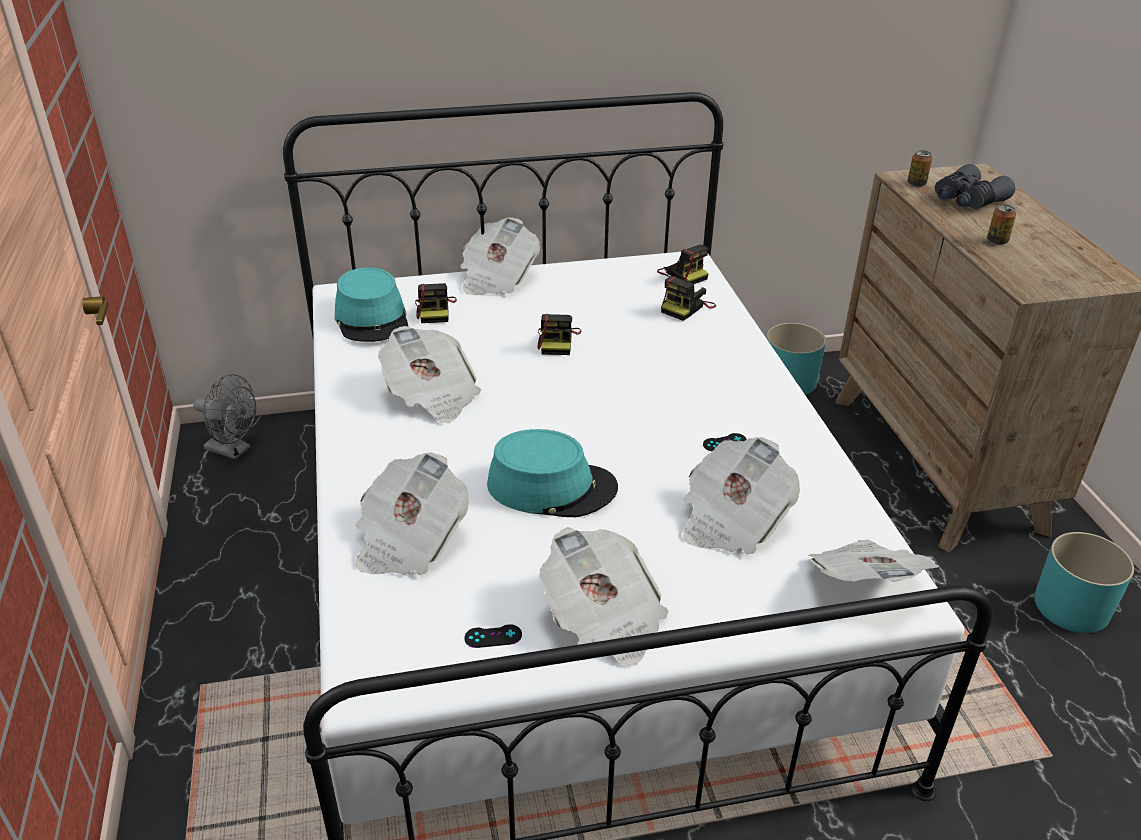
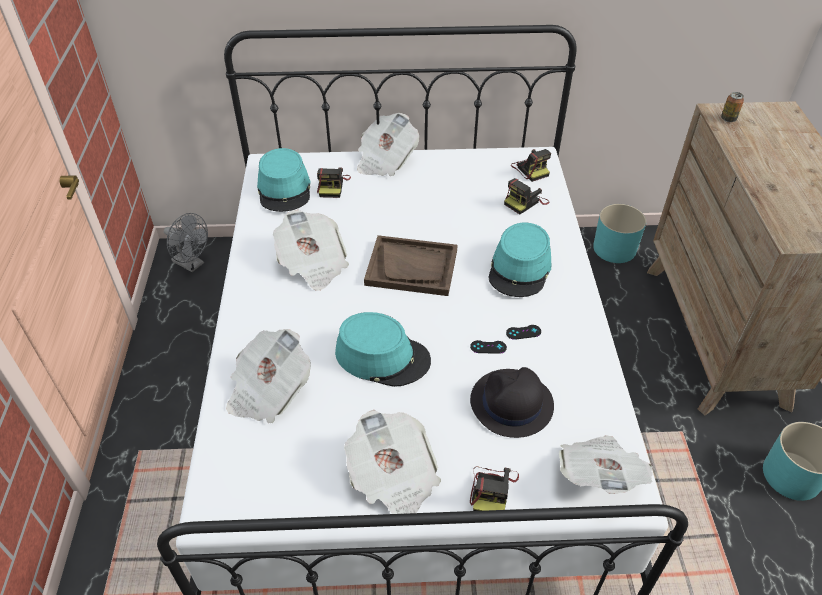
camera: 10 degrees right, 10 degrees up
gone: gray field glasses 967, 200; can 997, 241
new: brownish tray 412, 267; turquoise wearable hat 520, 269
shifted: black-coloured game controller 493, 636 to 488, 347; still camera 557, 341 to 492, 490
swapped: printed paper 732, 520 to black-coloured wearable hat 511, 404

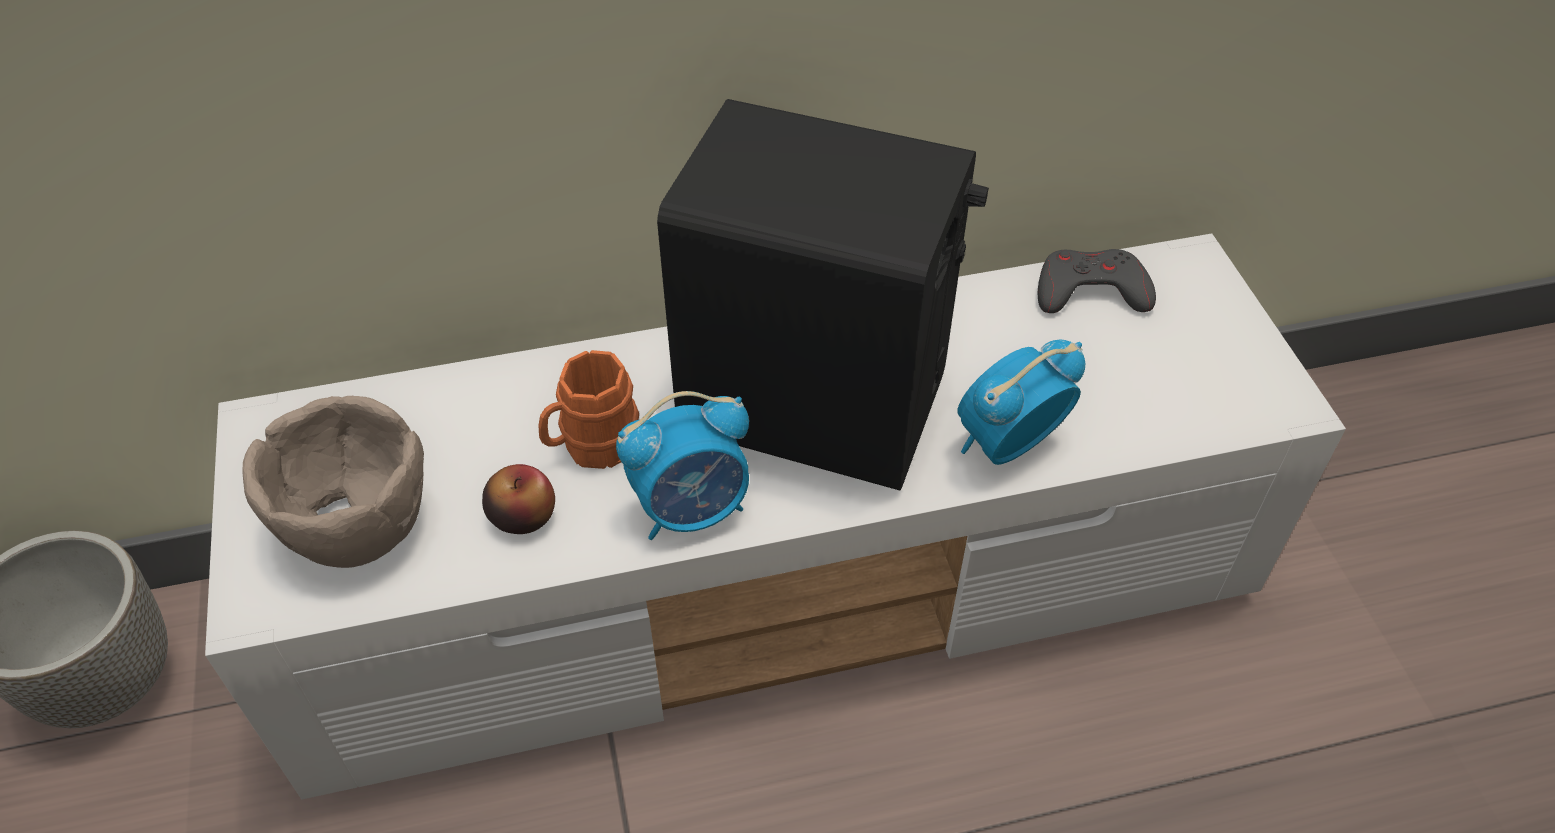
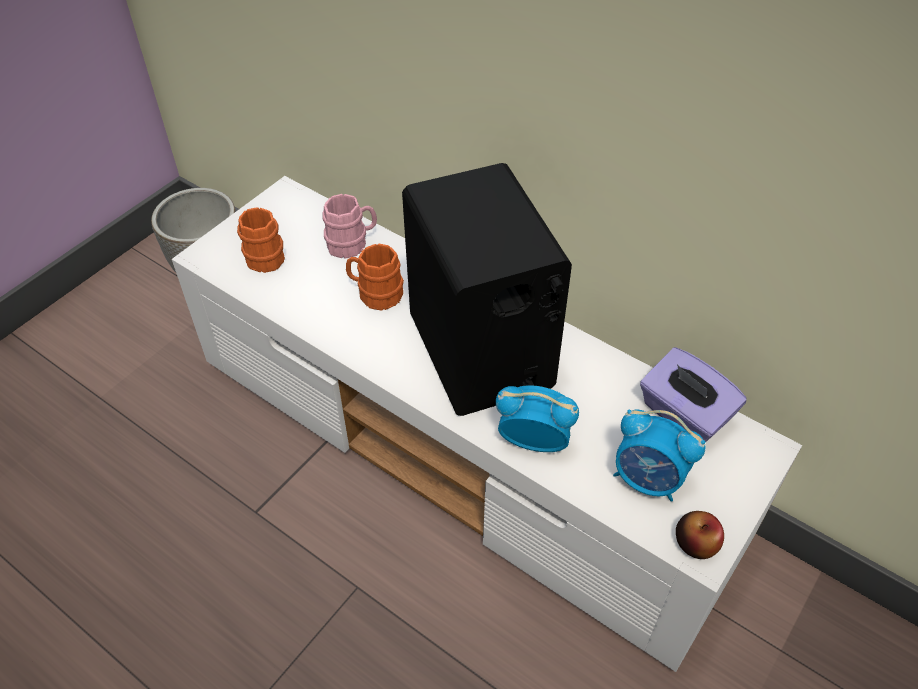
camera: 50 degrees right, 0 degrees up
new: pinkish tea mug 352, 243
shifted: table clock 692, 509 to 648, 479; apple 523, 515 to 696, 543
swapped: brownish serving bowl 355, 526 to orange-coloured tea mug 264, 254; gray game controller 1090, 291 to purplish tissue holder 684, 414

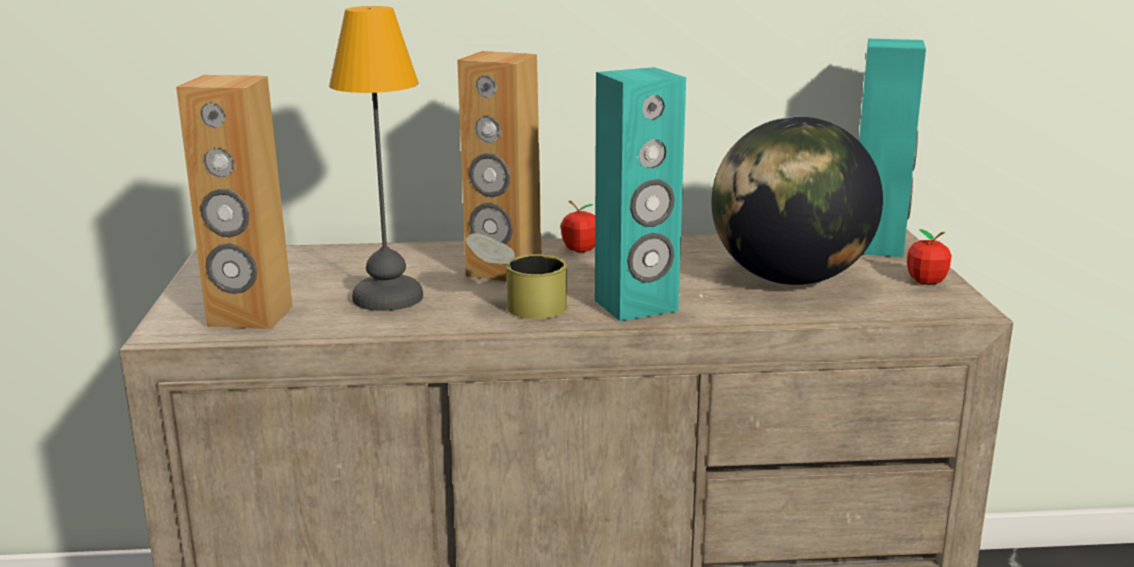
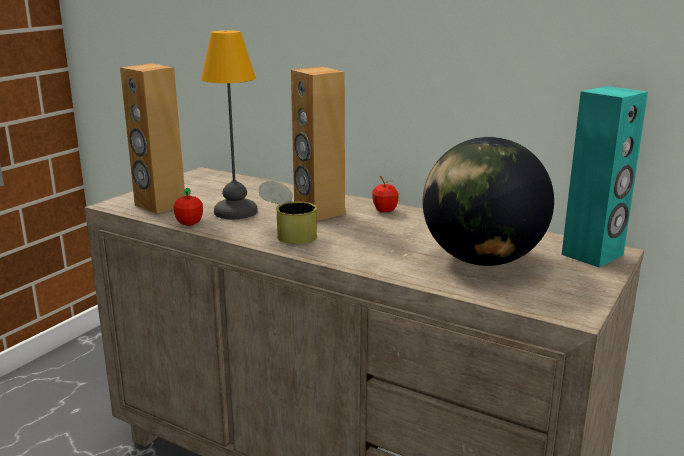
camera: 35 degrees right, 0 degrees up
gone: turquoise loudspeaker 636, 306
shifted: apple 926, 281 to 189, 223

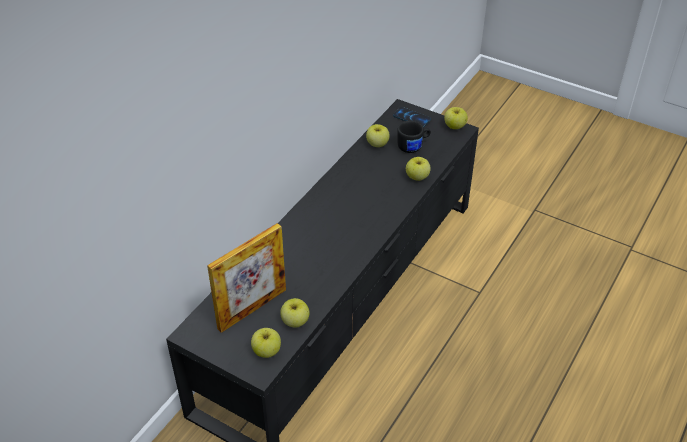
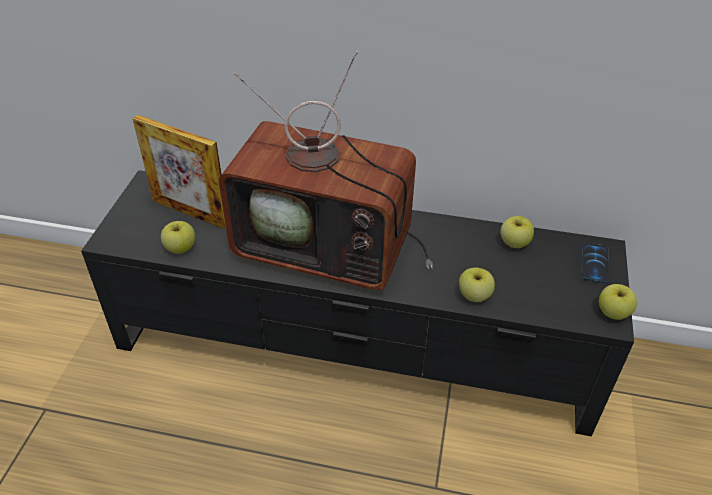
camera: 70 degrees right, 0 degrees up
gone: apple 267, 351; black-coloured tea mug 413, 146
new: TV set 329, 247

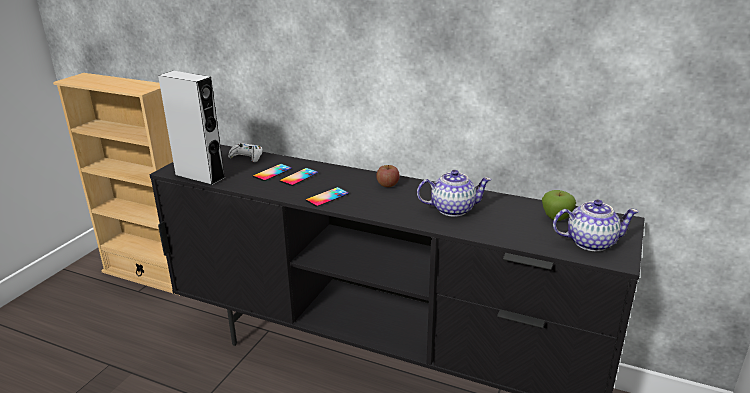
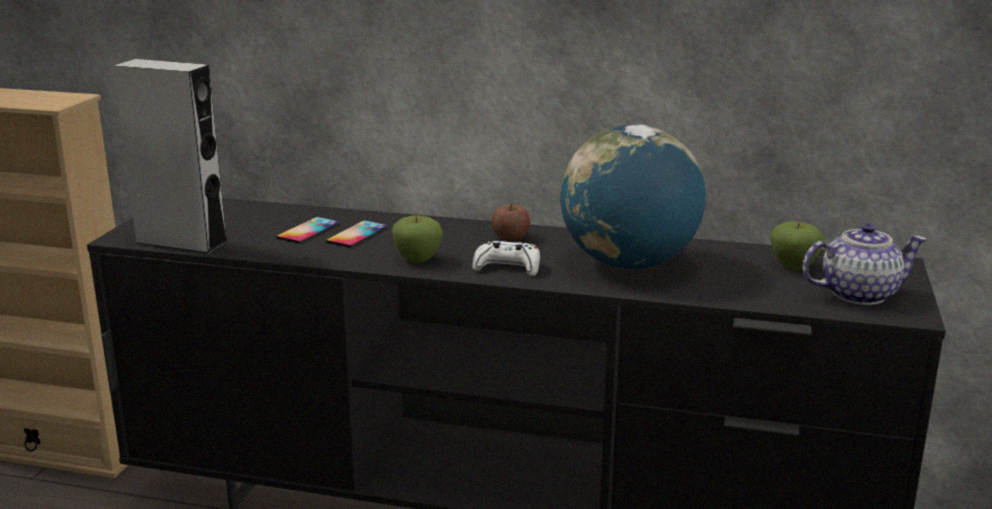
camera: 10 degrees left, 5 degrees down
shifted: white-coloured game controller 247, 157 to 507, 267
swapped: telephone 327, 197 to apple 418, 259; pot for tea 452, 209 to desk globe 629, 264

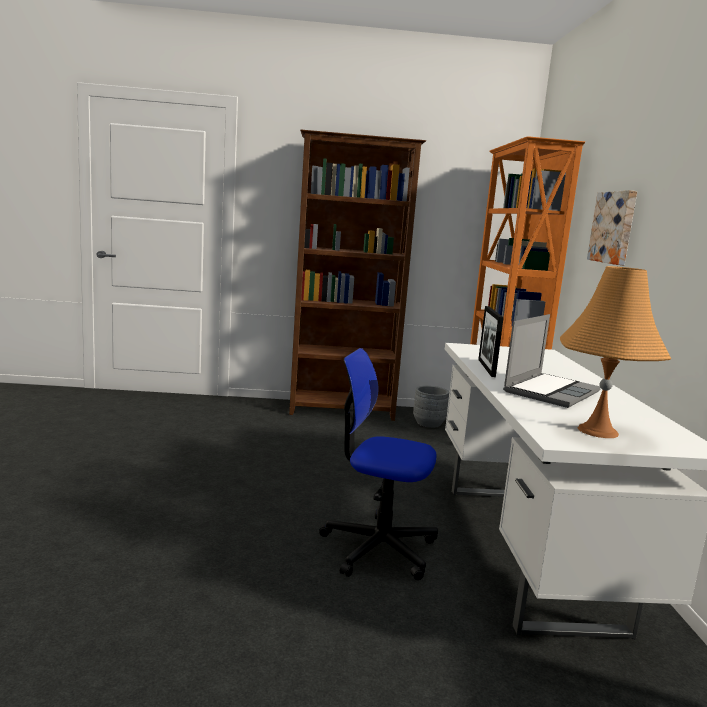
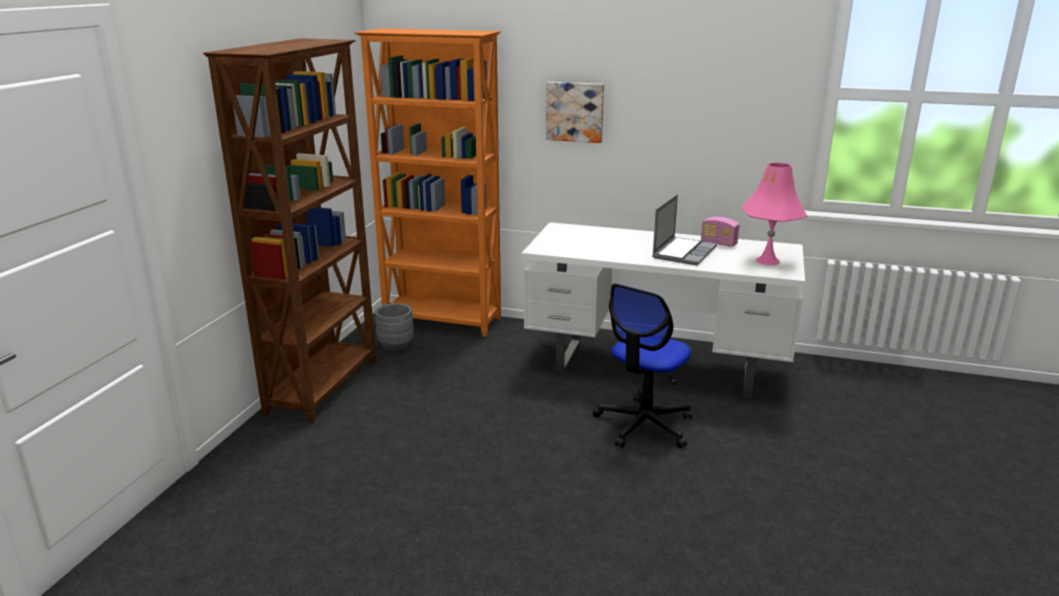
camera: 70 degrees left, 10 degrees up
gone: picture frame 486, 368
new: radio set 718, 243
repainted: orange-coloured lamp for a table 598, 431 to pinkish lamp for a table 767, 261
rotated: portable computer 550, 391 = 683, 252 60 degrees clockwise

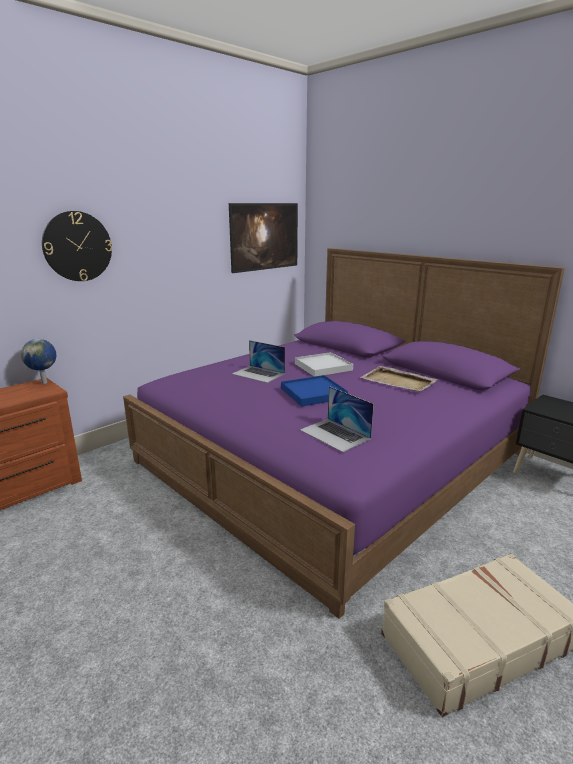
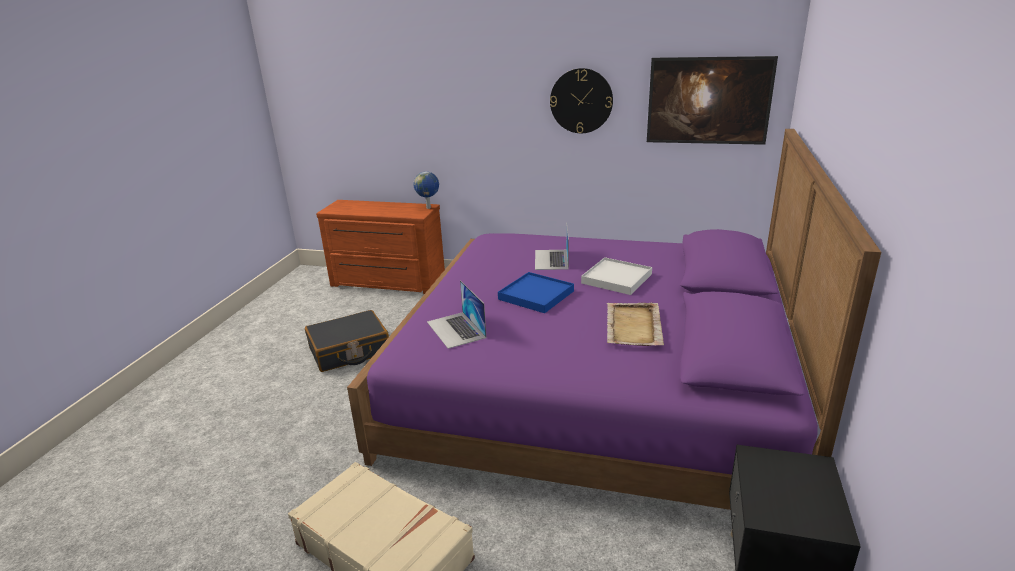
camera: 60 degrees right, 5 degrees up
new: black-coloured suitcase 349, 351
shifted: wall clock 77, 246 to 581, 101
rotated: portable computer 335, 434 = 456, 329 45 degrees counterclockwise

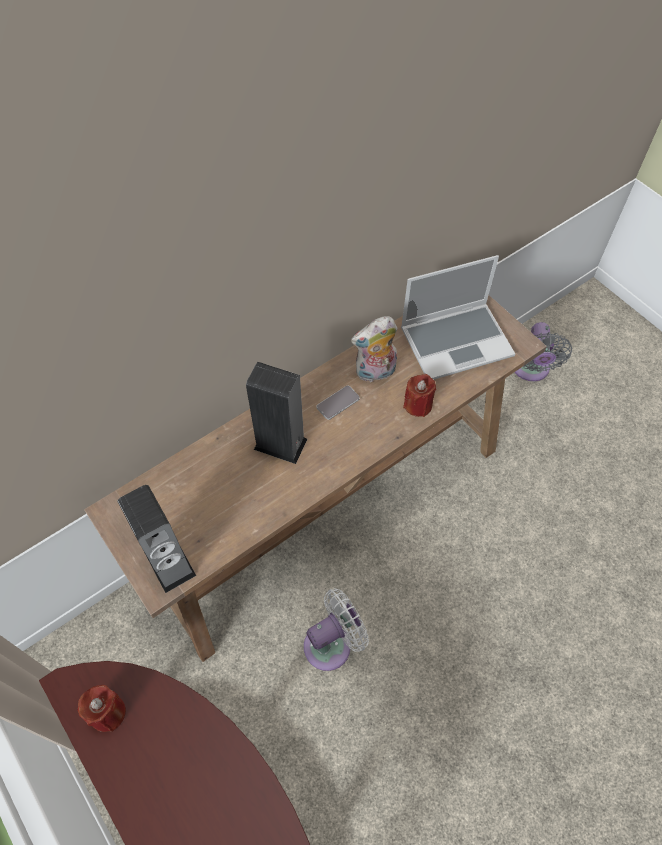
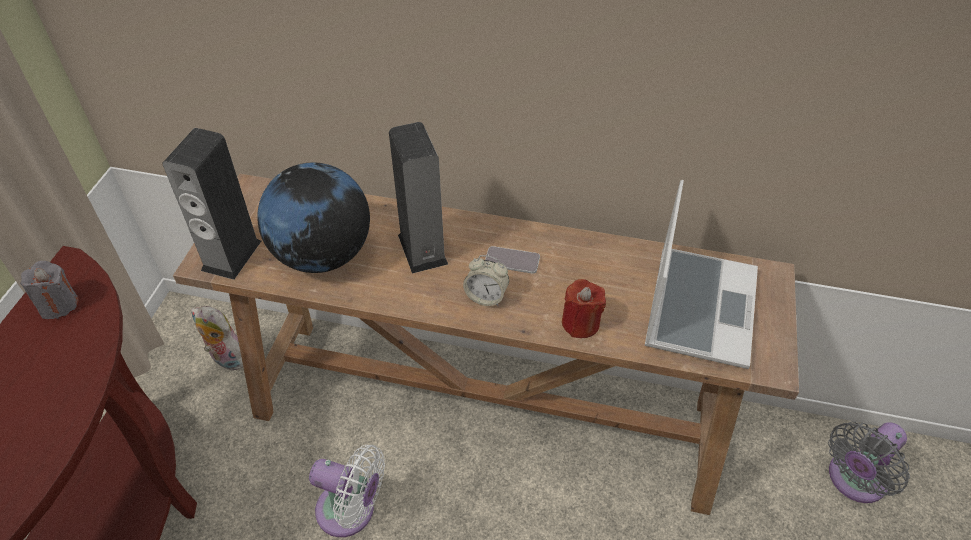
camera: 50 degrees right, 10 degrees down
new: desk globe 323, 254; table clock 486, 297
shifted: cuddly toy 375, 373 to 226, 359
repainted: reddish candle 108, 712 to gray candle 59, 305
rotated: portable computer 457, 341 = 698, 306 105 degrees counterclockwise

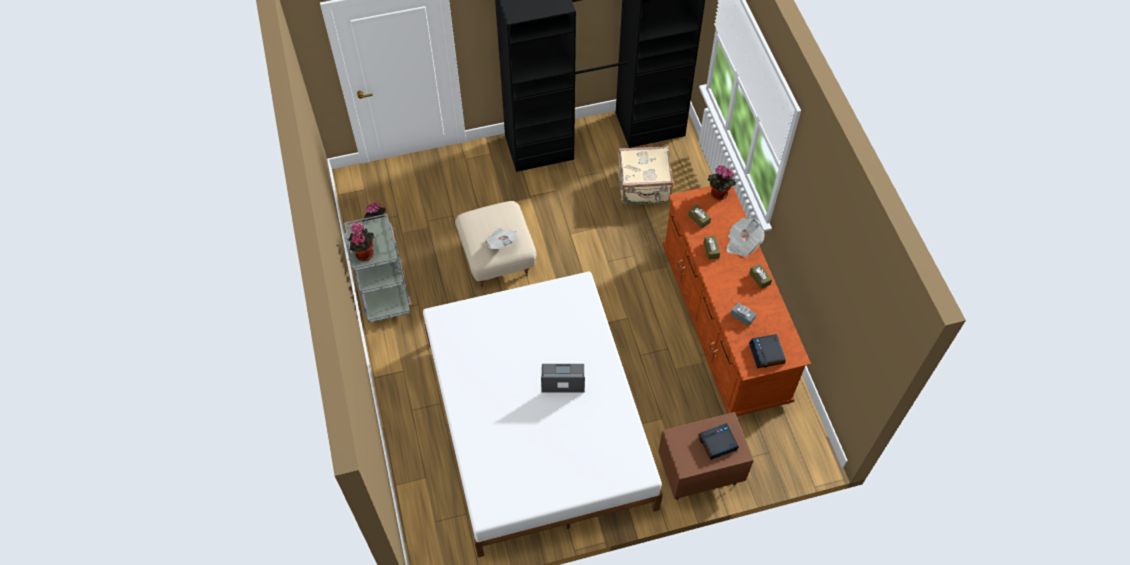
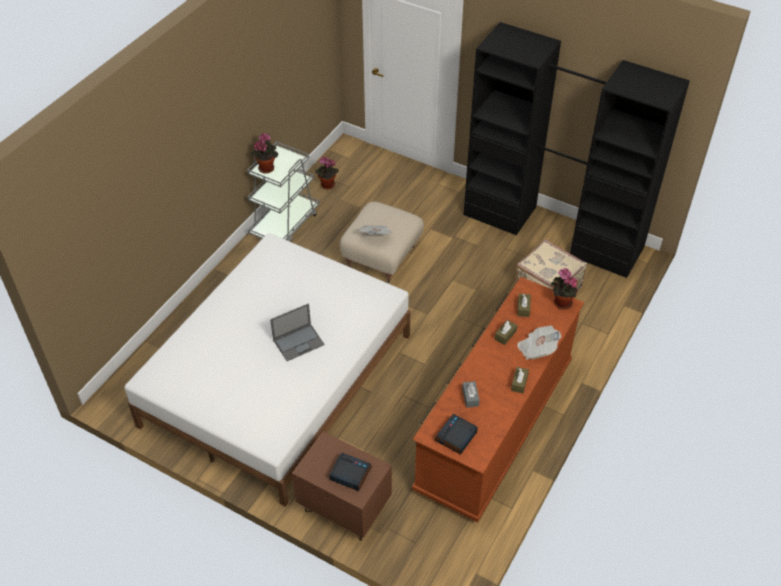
camera: 45 degrees right, 10 degrees down
rotated: portable computer 562, 378 = 299, 342 105 degrees clockwise

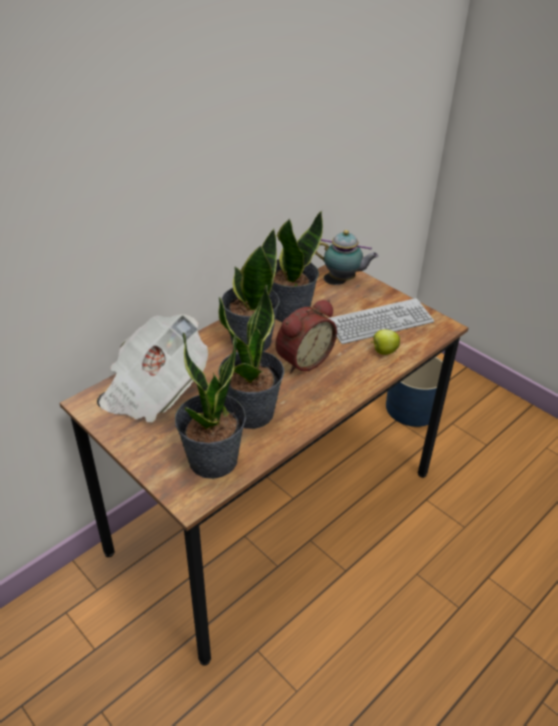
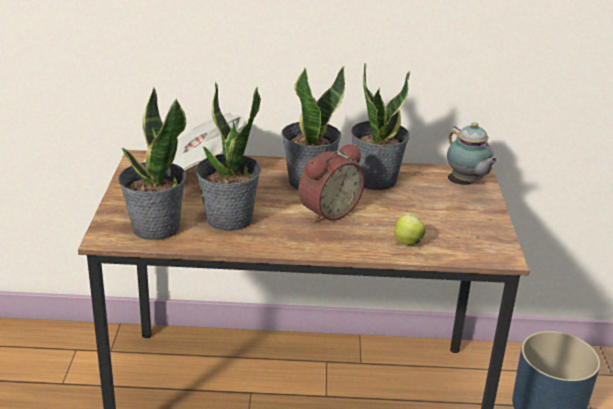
camera: 45 degrees right, 10 degrees down
gone: PC keyboard 380, 323
rotated: table clock 302, 359 = 327, 211 45 degrees counterclockwise

